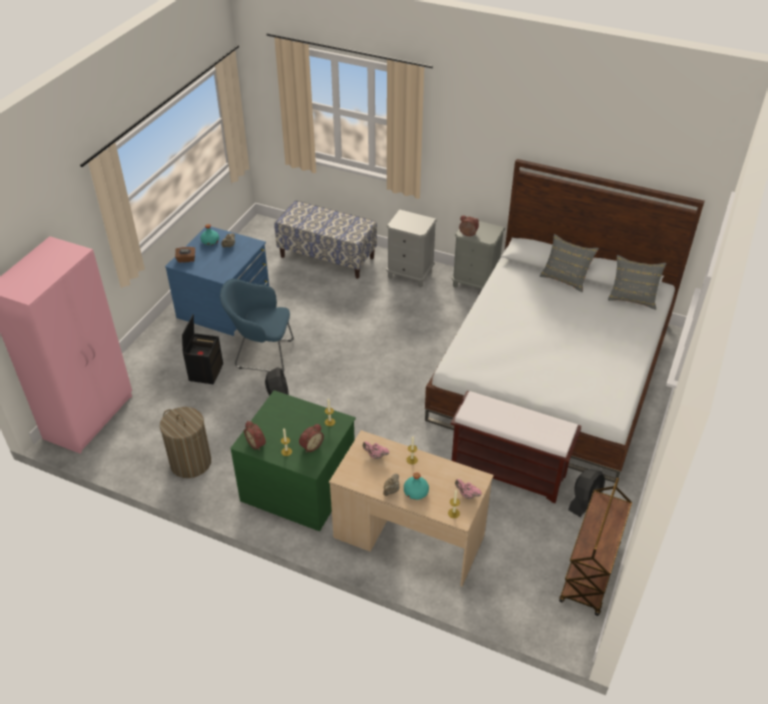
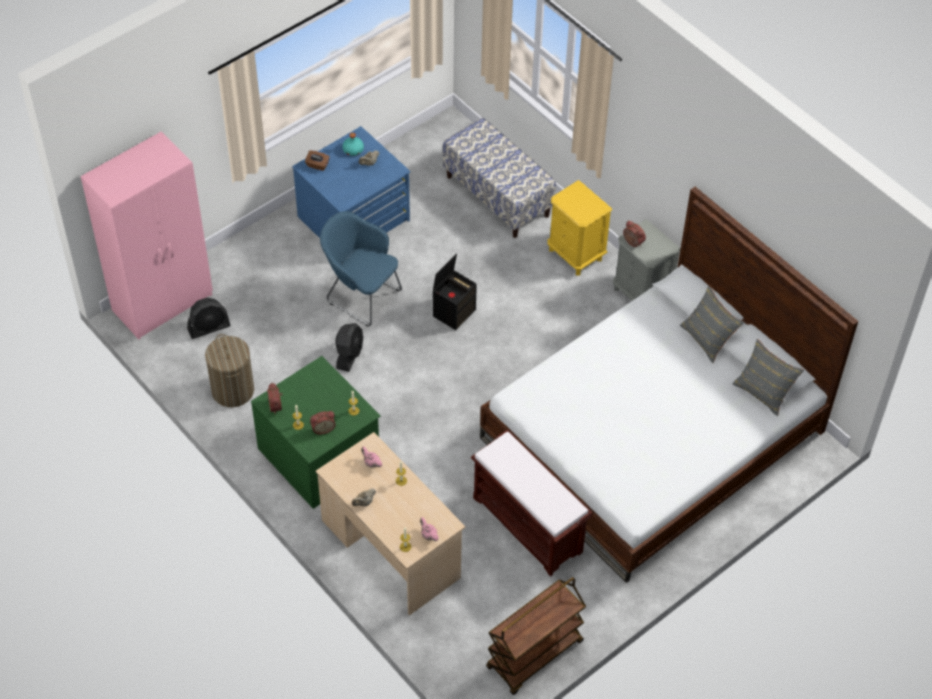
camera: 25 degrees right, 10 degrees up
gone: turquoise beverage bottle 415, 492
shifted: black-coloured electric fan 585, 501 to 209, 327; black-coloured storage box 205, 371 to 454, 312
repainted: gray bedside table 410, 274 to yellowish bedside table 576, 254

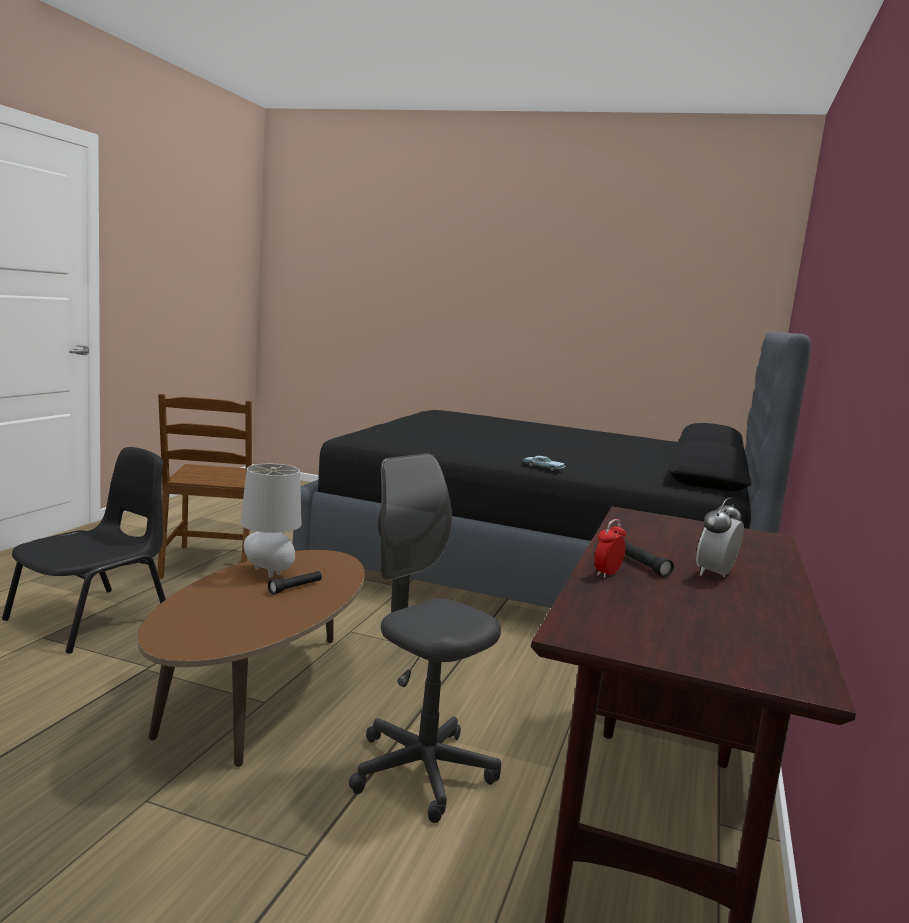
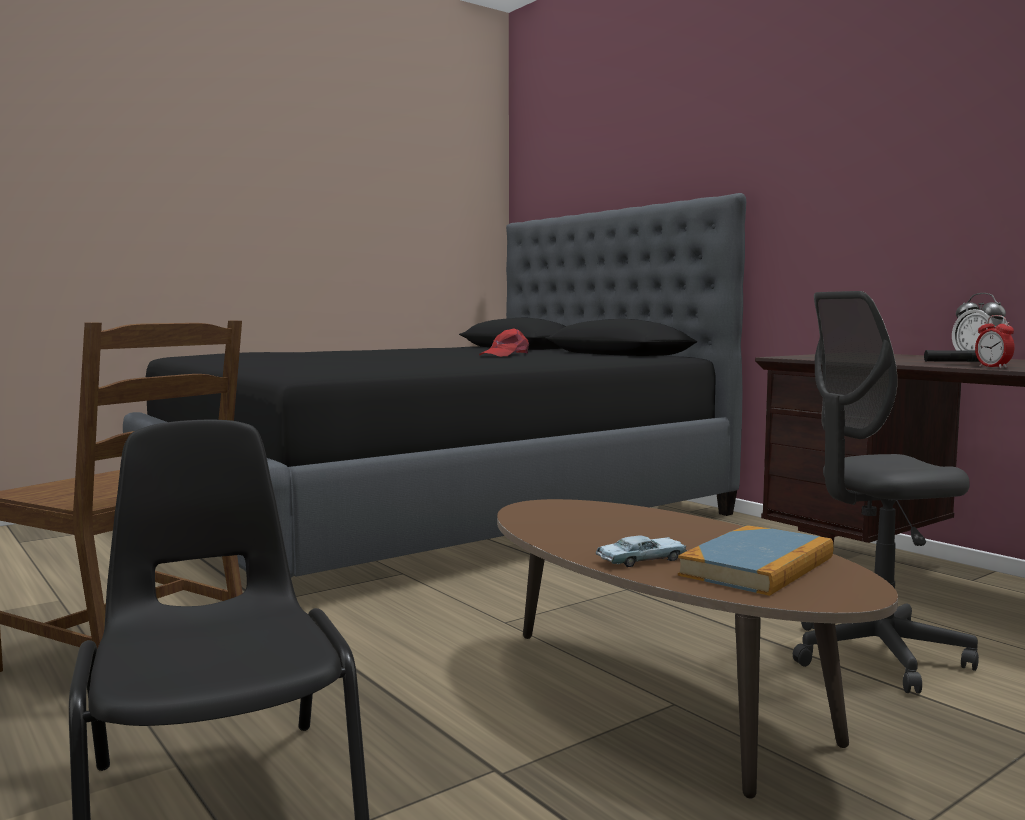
camera: 55 degrees left, 5 degrees down
gone: gray lamp for a table 269, 573; black-coloured flashlight 295, 588
new: reddish cap 505, 355; bound book 758, 566
shifted: blue-coloured miniature car 543, 467 to 642, 560

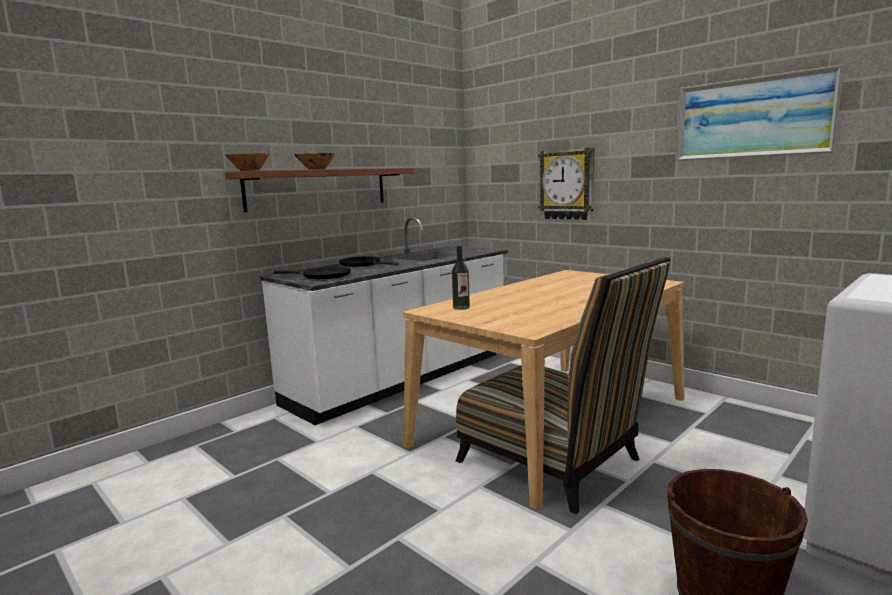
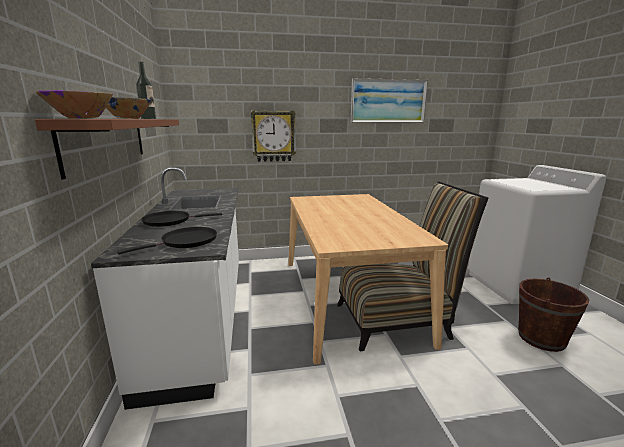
camera: 55 degrees left, 5 degrees up
shifted: beverage bottle 461, 307 to 148, 119

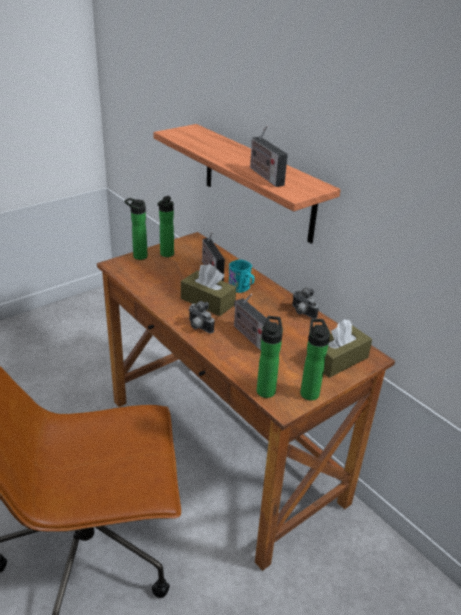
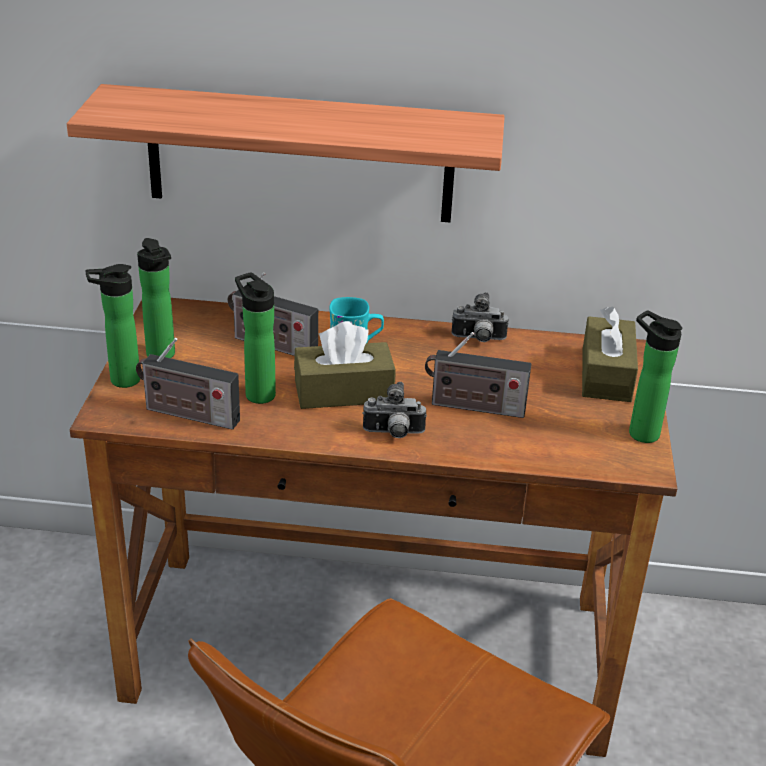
camera: 45 degrees left, 0 degrees up
shifted: radio set 264, 175 to 187, 415; beverage bottle 266, 389 to 257, 393

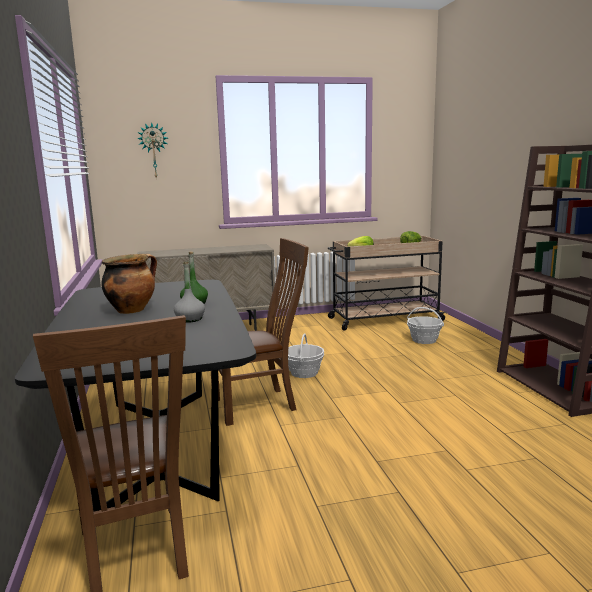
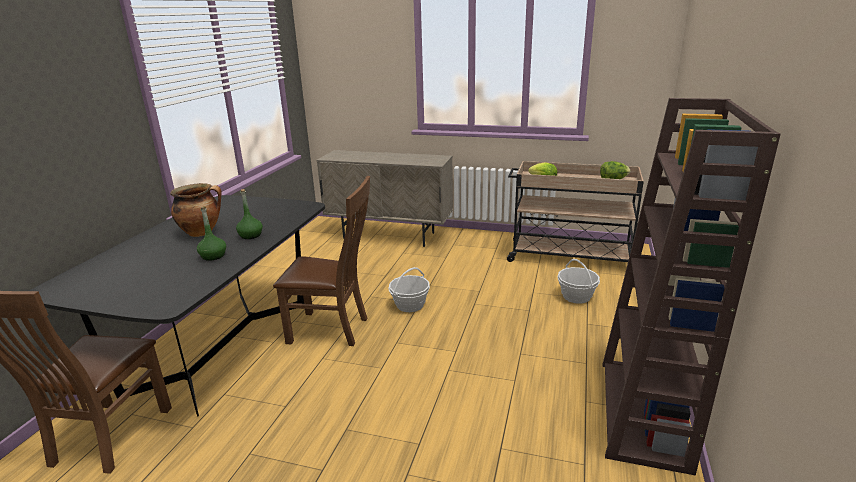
camera: 30 degrees right, 10 degrees up
gone: wall clock 154, 151
repainted: gray beverage bottle 190, 319 to greenish beverage bottle 213, 256

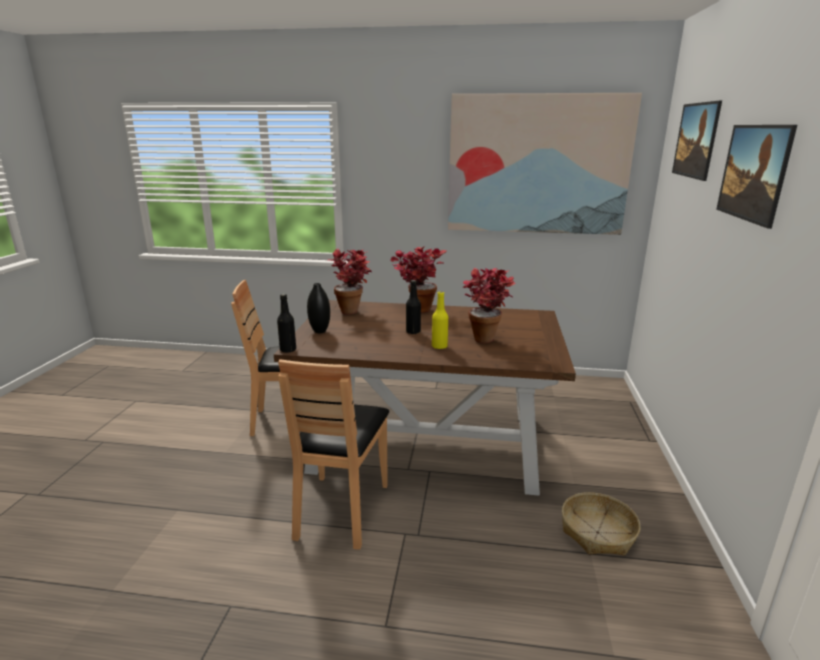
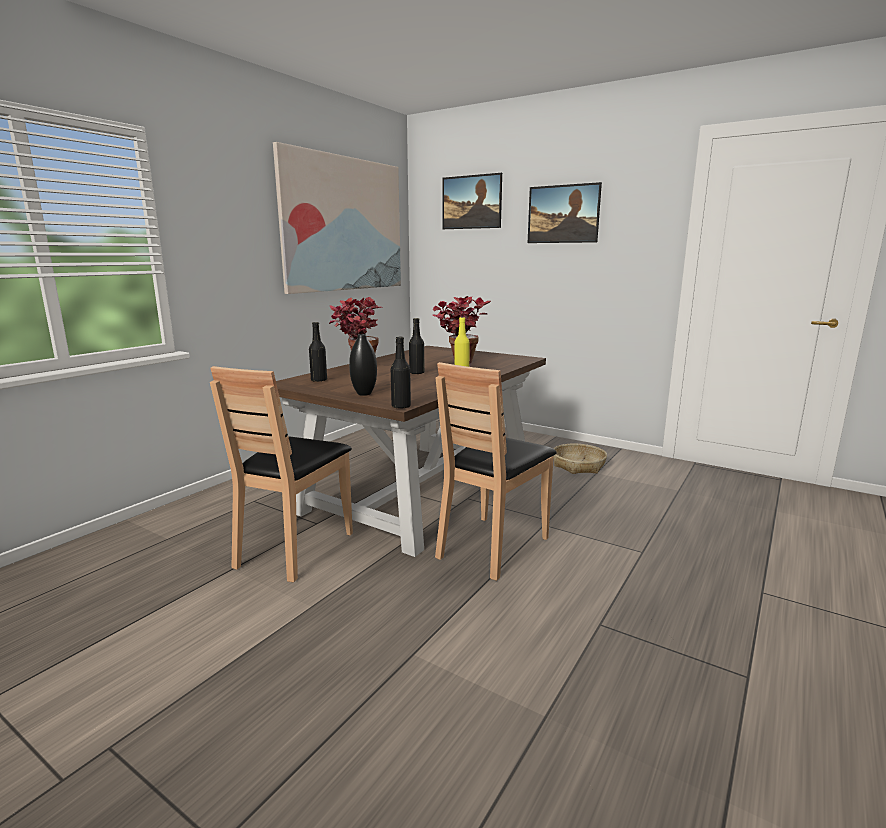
camera: 65 degrees left, 5 degrees down
swapped: houseplant 353, 310 to black-coloured beverage bottle 319, 380
rotated: brownish plain chair 341, 509 = 492, 546 90 degrees clockwise

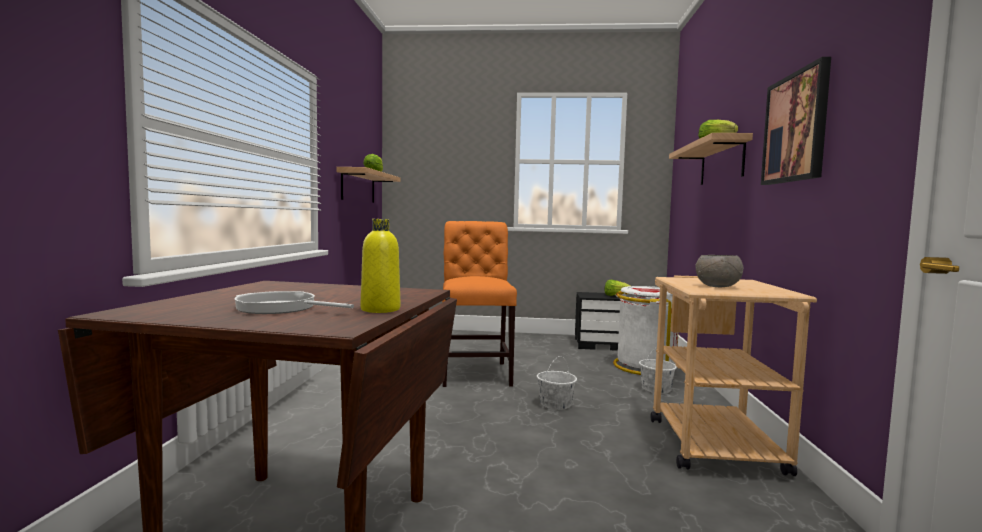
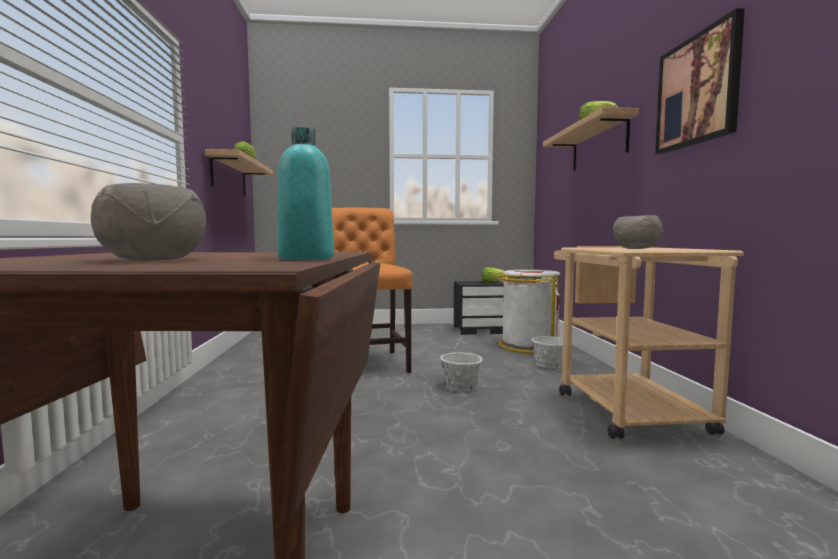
camera: 10 degrees left, 0 degrees up
swapped: frying pan 281, 308 to gray serving bowl 155, 260
repainted: yellowish beverage bottle 380, 309 to turquoise beverage bottle 306, 258

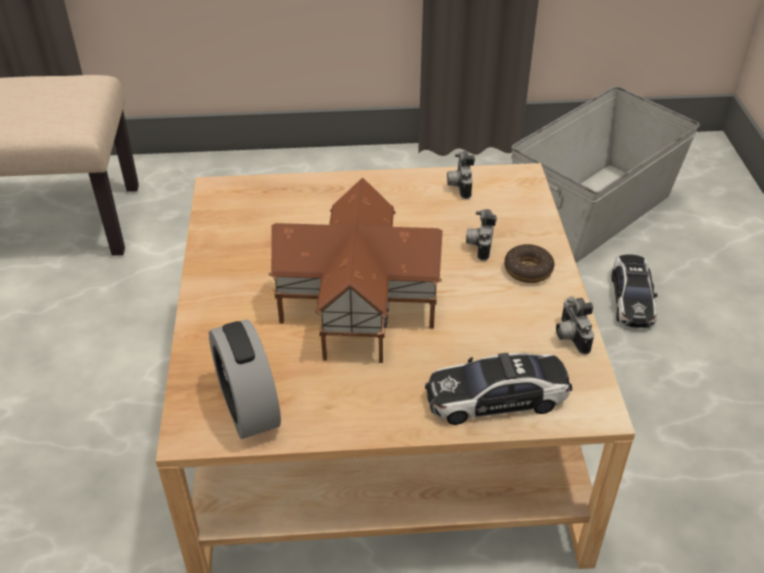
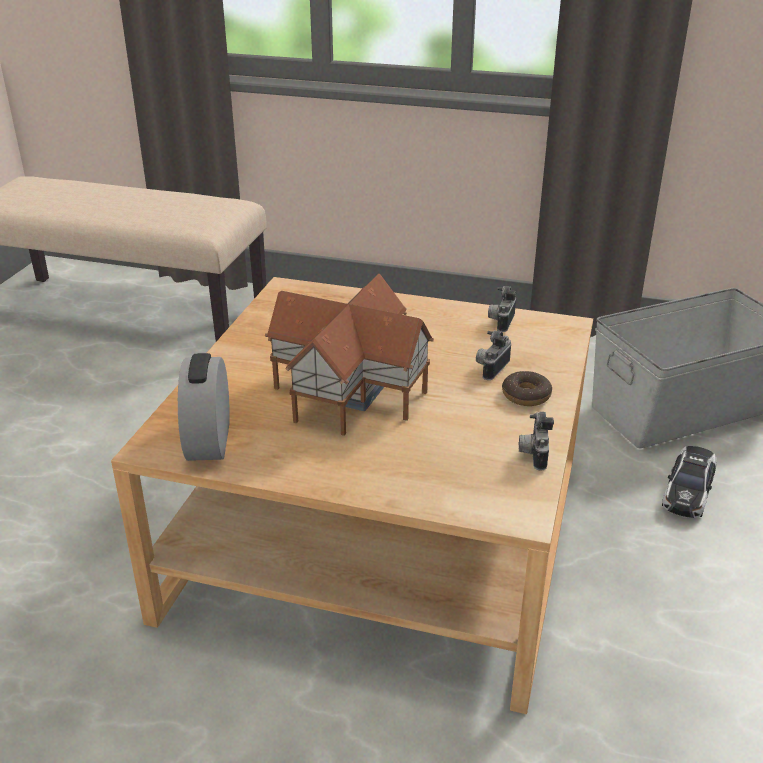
camera: 20 degrees right, 10 degrees down
gone: miniature car 496, 398

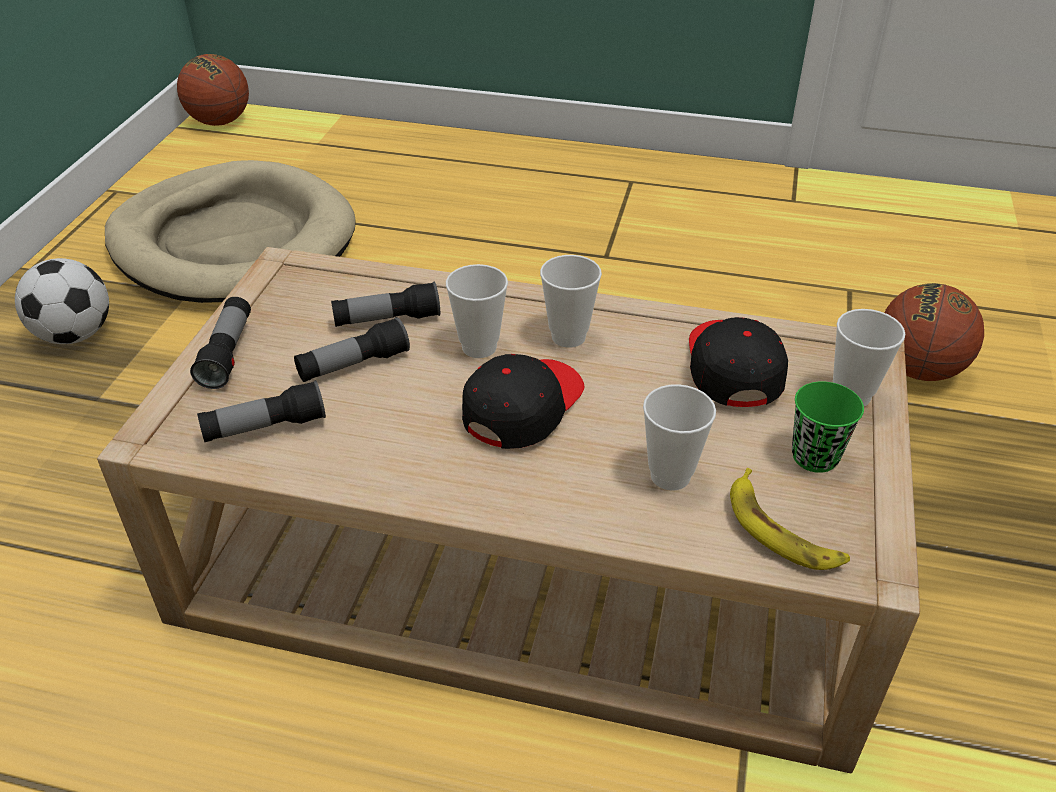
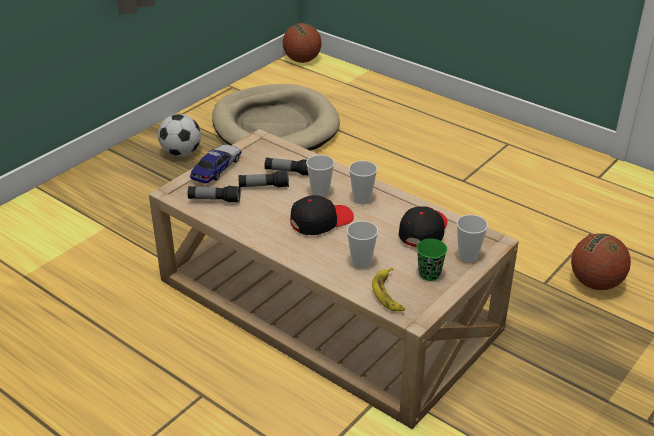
camera: 25 degrees right, 5 degrees down
swapped: flashlight 227, 353 to miniature car 216, 168

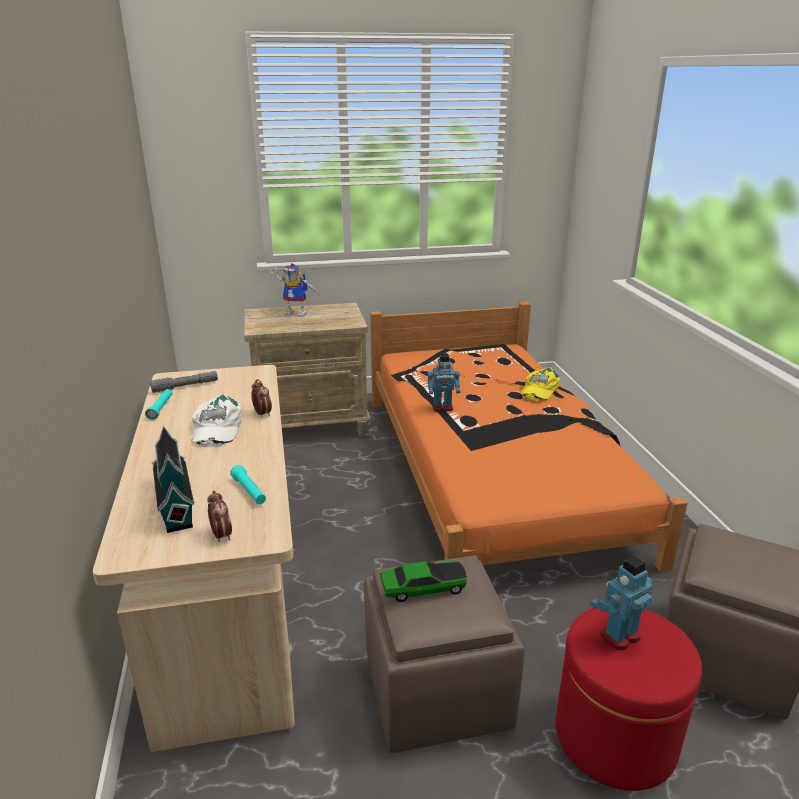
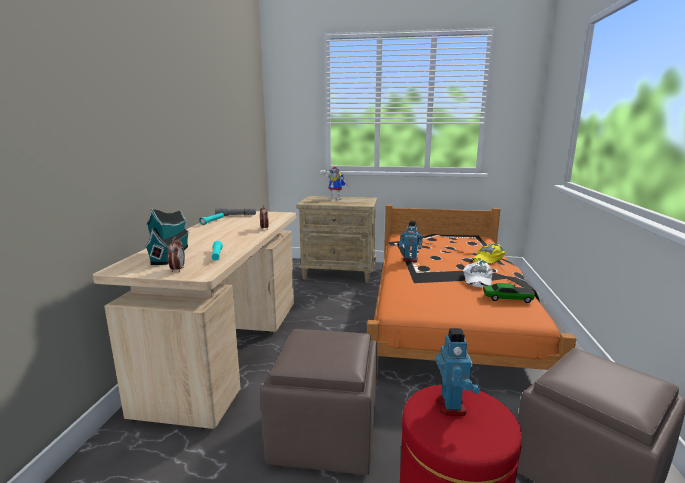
camera: 20 degrees right, 10 degrees down
shifted: white-coloured cap 216, 428 to 477, 278; miniature car 423, 588 to 507, 298
rotated: model robot 619, 635 = 452, 406 105 degrees clockwise

